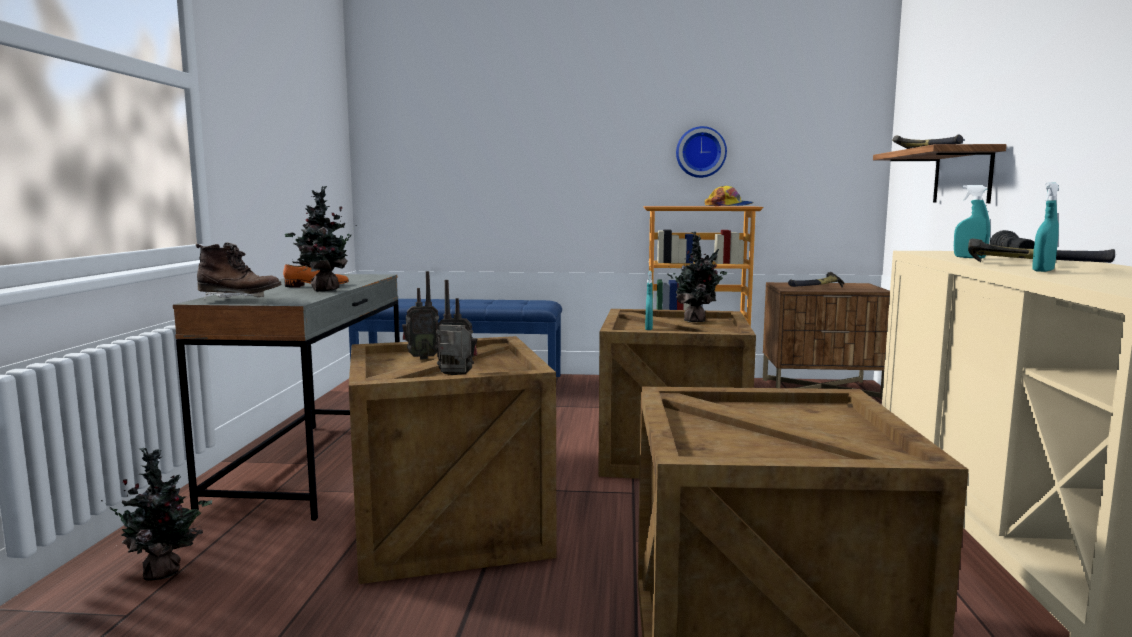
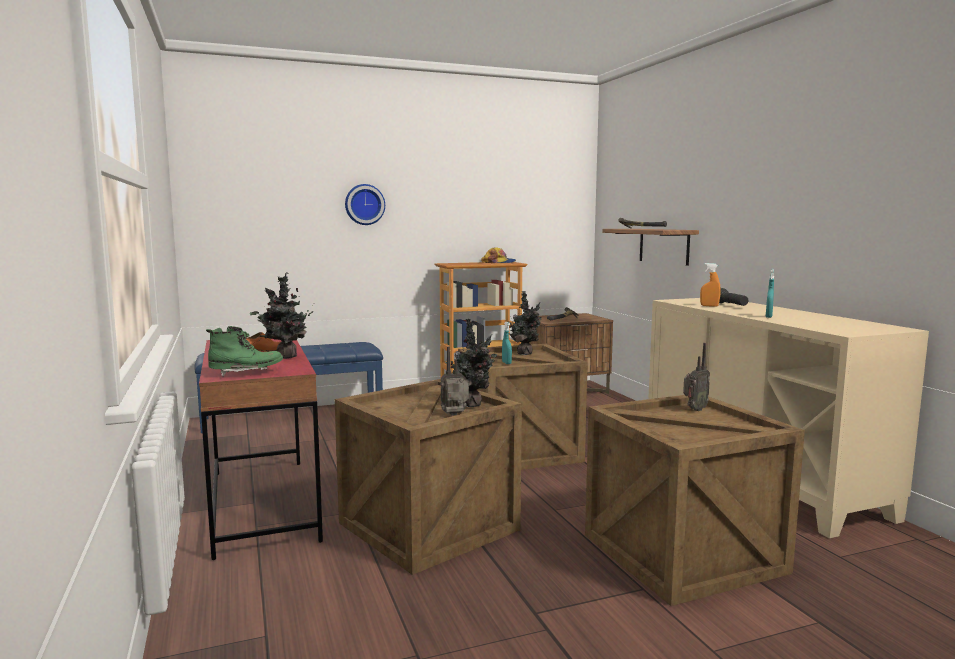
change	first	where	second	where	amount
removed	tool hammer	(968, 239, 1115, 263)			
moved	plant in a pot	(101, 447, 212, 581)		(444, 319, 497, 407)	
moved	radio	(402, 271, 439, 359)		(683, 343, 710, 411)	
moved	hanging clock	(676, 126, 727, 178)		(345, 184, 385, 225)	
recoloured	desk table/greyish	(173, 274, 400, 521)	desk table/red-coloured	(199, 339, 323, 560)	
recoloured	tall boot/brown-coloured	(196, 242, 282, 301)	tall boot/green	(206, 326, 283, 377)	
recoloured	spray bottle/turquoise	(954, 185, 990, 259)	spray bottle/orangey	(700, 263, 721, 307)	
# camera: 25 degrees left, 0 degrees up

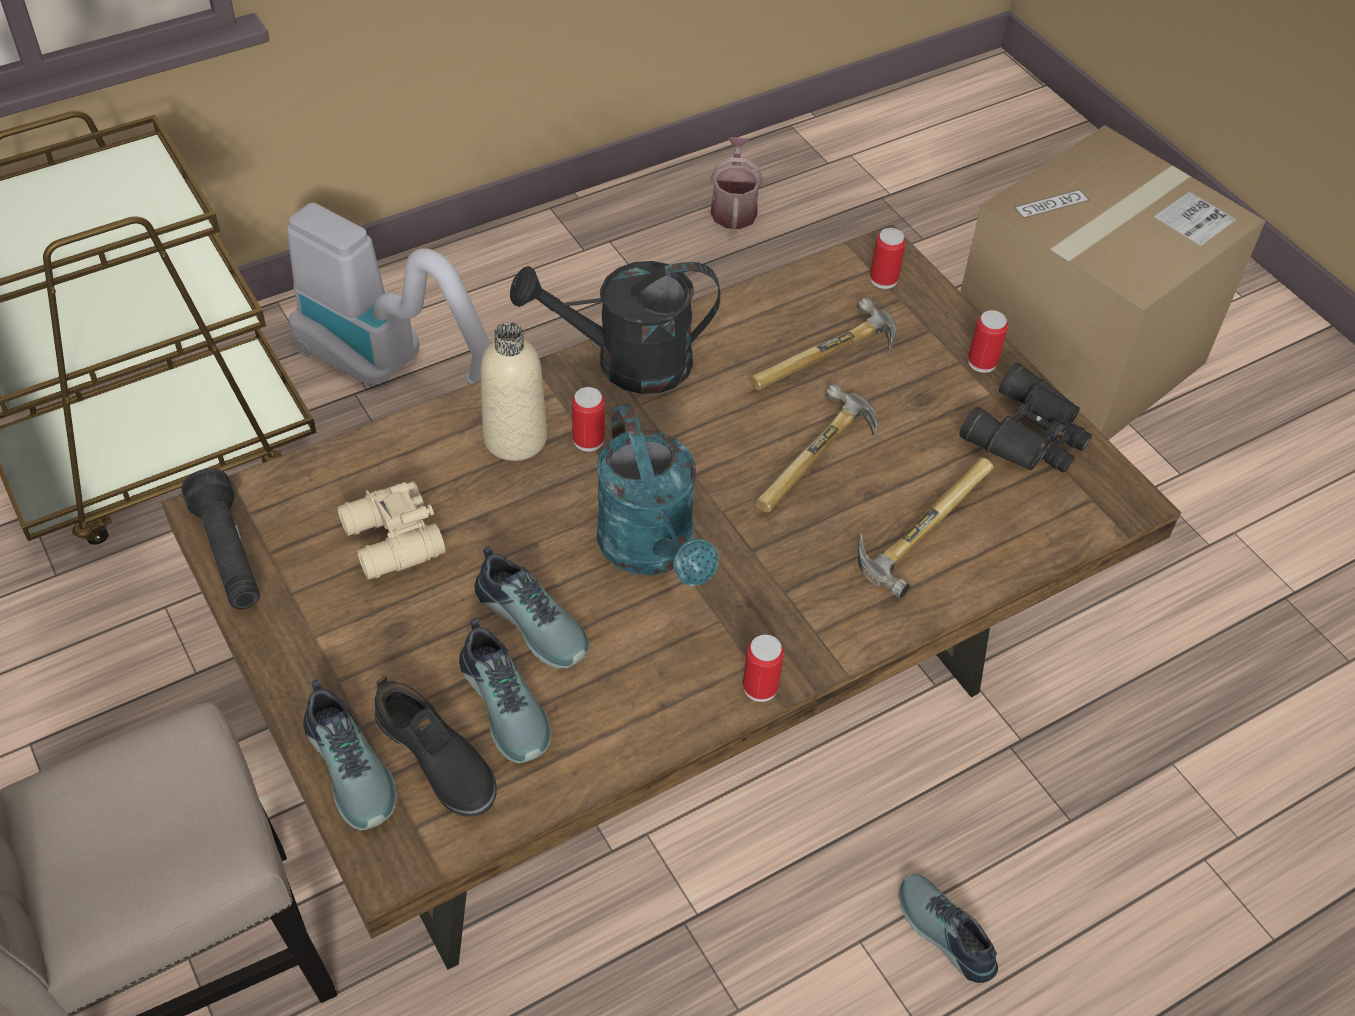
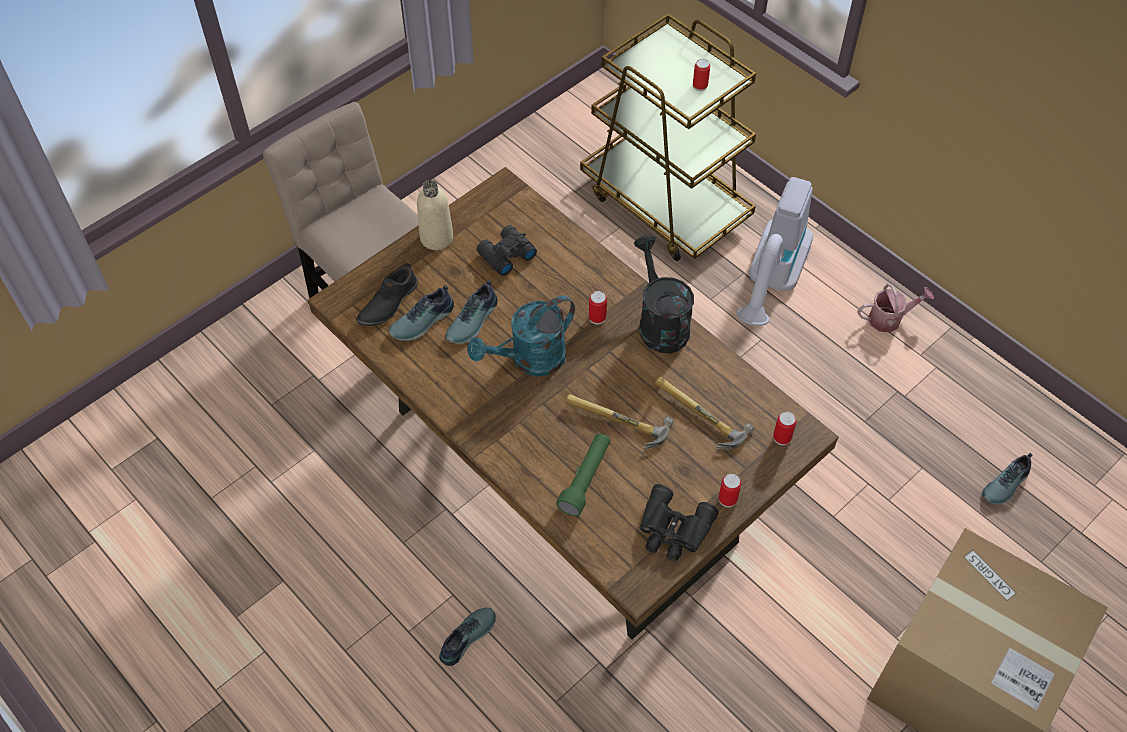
change	first	where	second	where	amount
removed	flashlight/blackish	(182, 468, 260, 609)			
moved	item of footwear	(304, 680, 397, 831)		(982, 453, 1033, 505)	
moved	beverage bottle/beige	(480, 322, 547, 461)		(417, 180, 453, 250)	
moved	sprinkling can	(710, 137, 763, 229)		(857, 283, 934, 333)	
moved	can	(743, 635, 784, 702)		(693, 59, 710, 91)	
replaced	tool hammer	(858, 457, 994, 598)	flashlight/green	(556, 434, 610, 516)	
recoloured	binoculars/beige	(337, 481, 445, 580)	binoculars/blackish	(477, 225, 537, 276)	
# camera: 80 degrees right, 5 degrees up

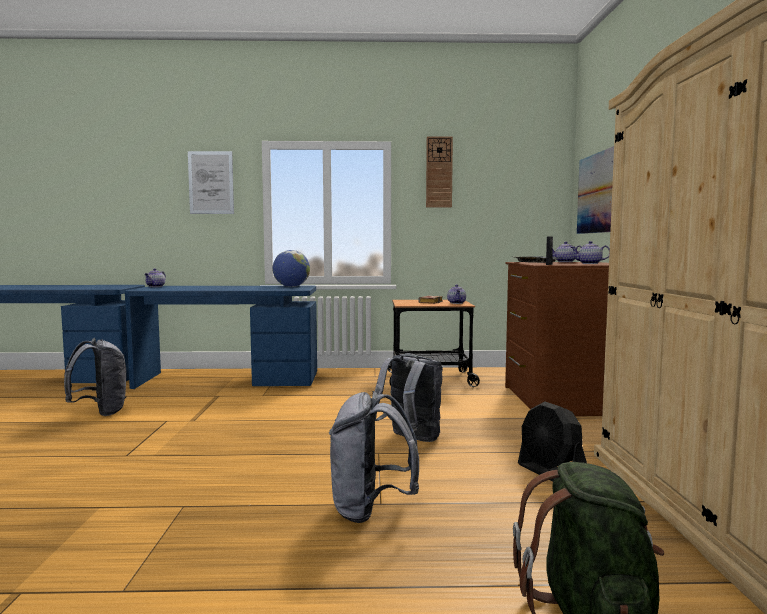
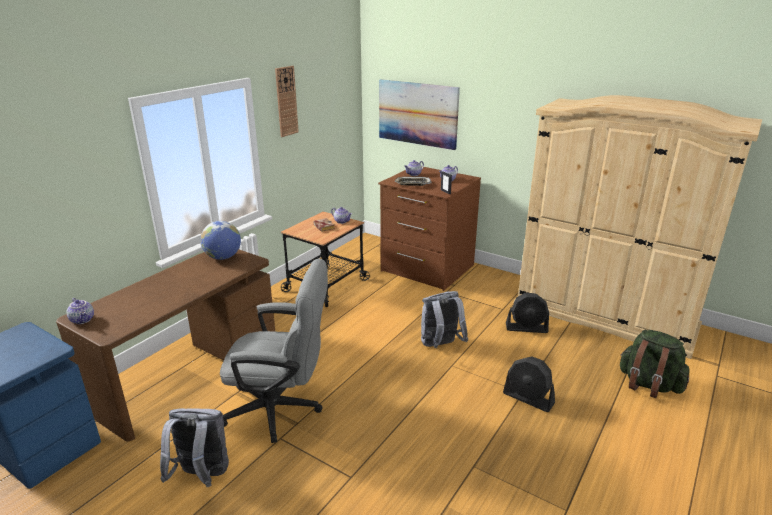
change	first	where	second	where	amount
removed	wall picture	(188, 151, 234, 214)			
added			desk chair/greyish	(220, 259, 328, 443)	
replaced	backpack/greyish	(329, 391, 419, 523)	cooling fan/blackish	(503, 356, 555, 412)	
recoloured	desk table/bluish	(125, 286, 317, 389)	desk table/brown-coloured	(56, 249, 276, 441)	
# camera: 55 degrees left, 20 degrees up

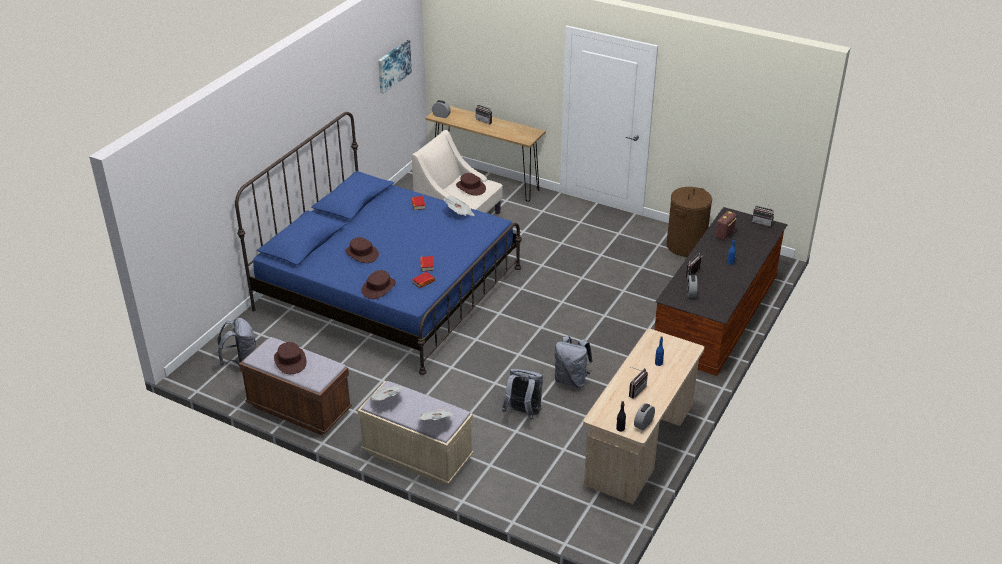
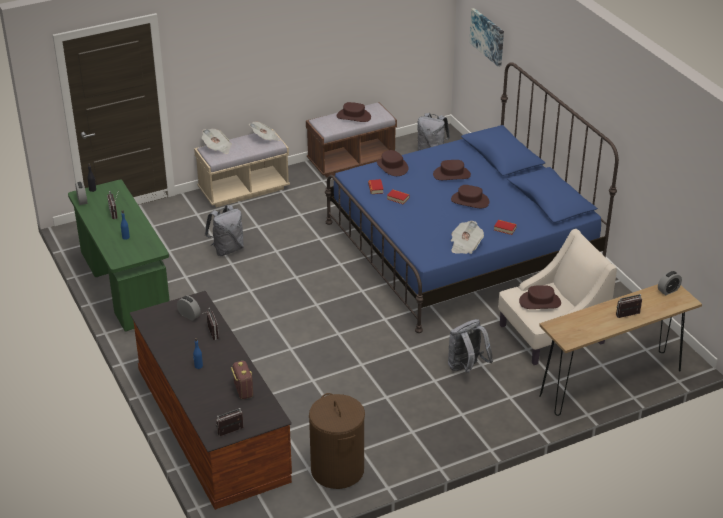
change	first	where	second	where	amount
added			wearable hat/brown-coloured	(451, 185, 489, 208)	
moved	wall picture	(378, 40, 412, 94)		(469, 8, 504, 67)	
moved	backpack/greyish	(555, 336, 593, 388)		(448, 319, 493, 374)	
recoloured	desk table/beige	(583, 329, 704, 504)	desk table/green	(68, 180, 170, 332)	
# camera: 125 degrees right, 0 degrees up

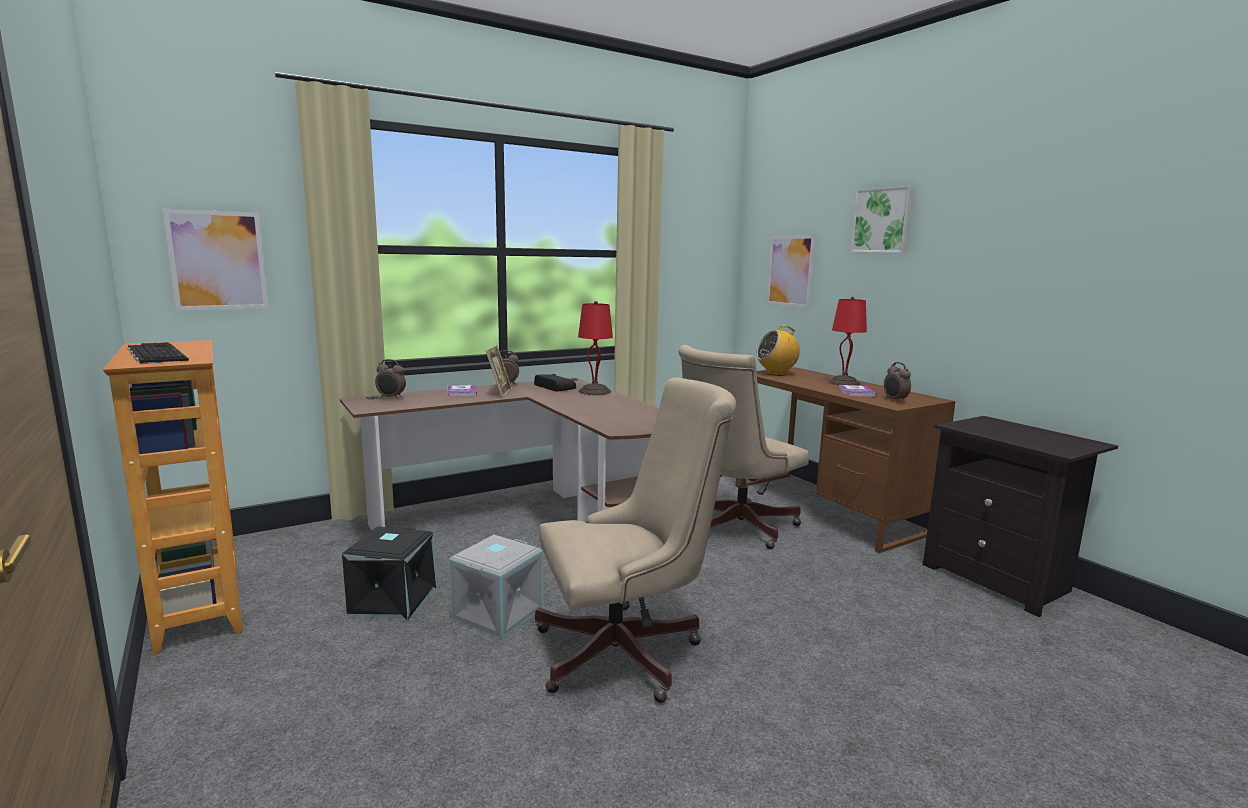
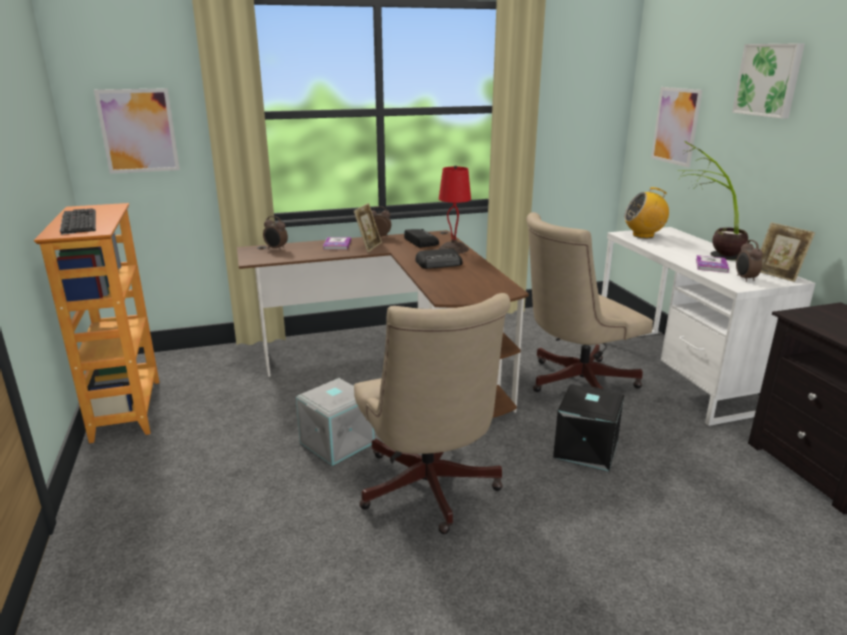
change	first	where	second	where	amount
added			radio	(415, 248, 463, 269)	
added			standing frame	(760, 222, 815, 282)	
moved	storage bin/blackish	(342, 526, 436, 621)		(553, 384, 624, 471)	
replaced	table lamp/red-coloured	(828, 297, 867, 385)	plant in a pot	(678, 141, 748, 260)	
recoloured	desk table/brown-coloured	(735, 367, 956, 553)	desk table/white	(602, 227, 816, 426)	
turned	desk chair/beige	(535, 377, 736, 703)		(354, 293, 510, 534)	75 degrees clockwise
# camera: 15 degrees right, 10 degrees up

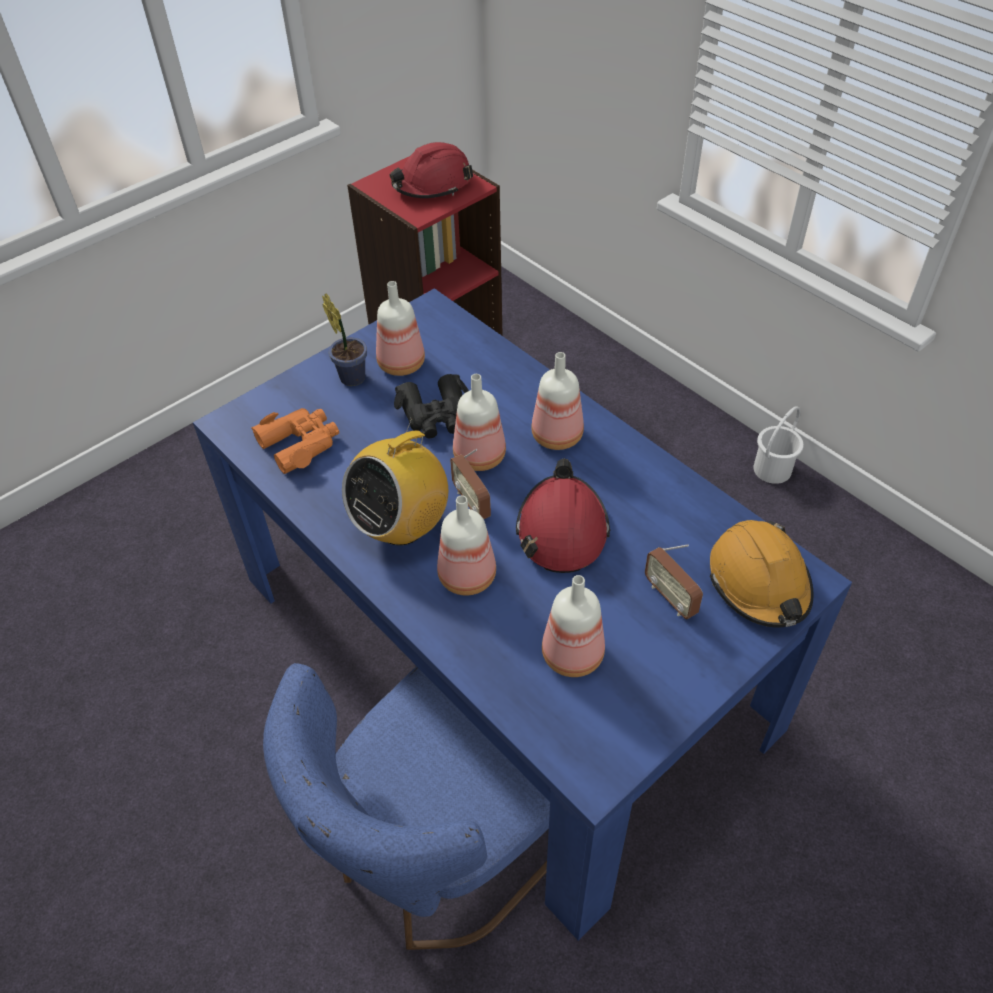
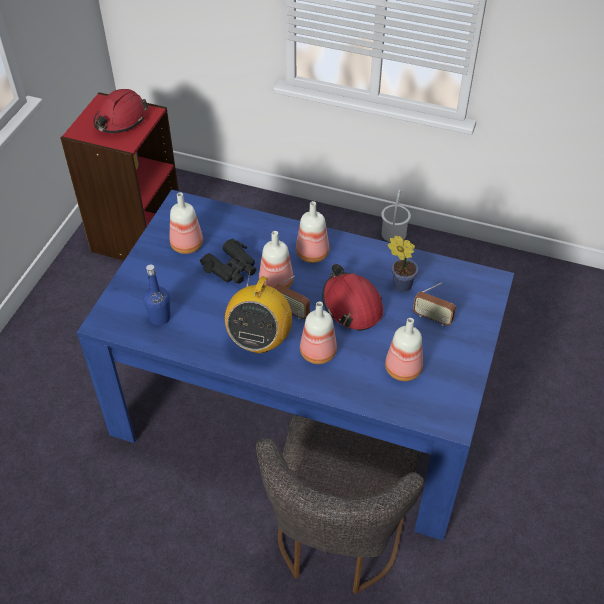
change	first	where	second	where	amount
removed	safety helmet/orangey	(710, 520, 814, 628)			
moved	plant in a pot	(322, 293, 367, 386)		(388, 235, 418, 292)	
replaced	binoculars/orangey	(251, 408, 339, 474)	beverage bottle/bluish	(143, 264, 171, 325)	
recoloured	plain chair/bluish	(263, 663, 550, 950)	plain chair/greyish	(256, 415, 424, 594)	
# camera: 30 degrees left, 0 degrees up

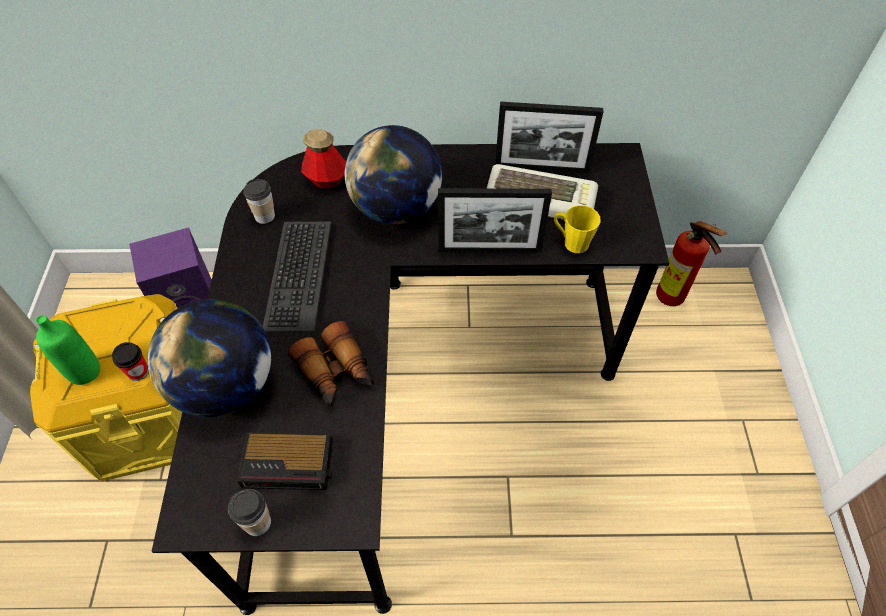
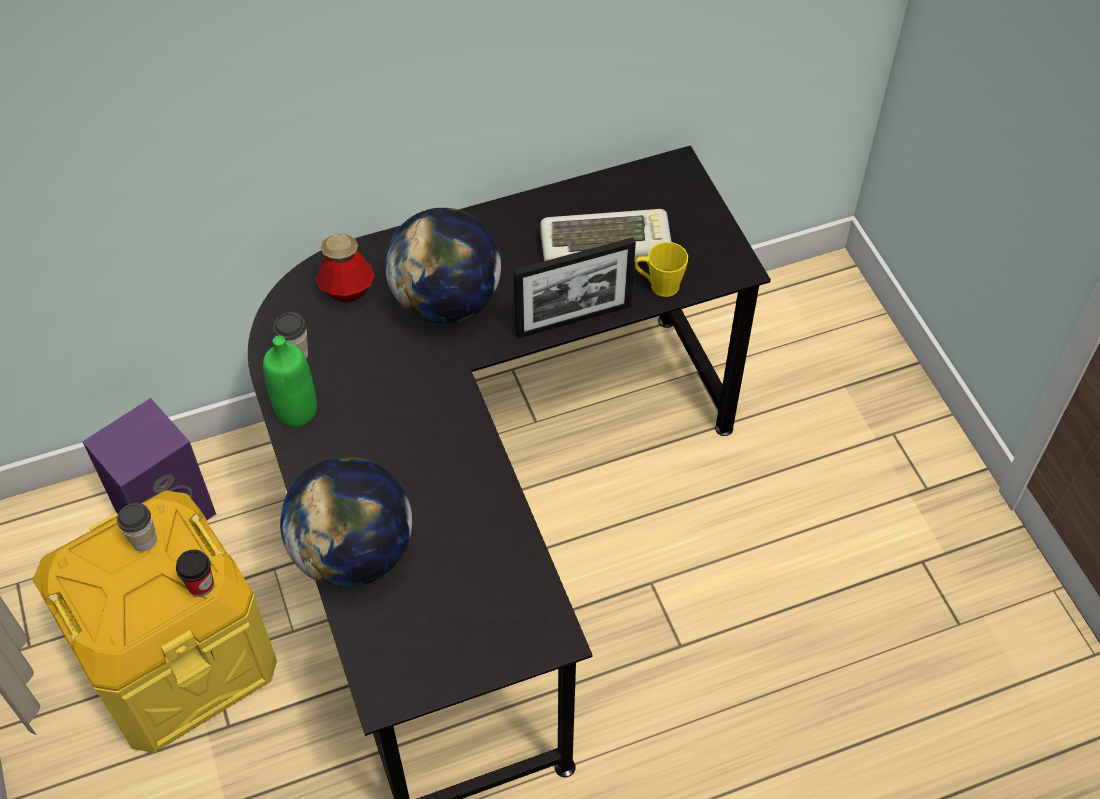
change	first	where	second	where	amount
removed	alarm clock	(237, 432, 333, 490)			
removed	computer keyboard	(263, 222, 331, 333)			
removed	binoculars	(288, 321, 374, 407)			
removed	standing frame	(495, 102, 603, 173)			
removed	fire extinguisher	(656, 221, 726, 306)			
moved	beverage bottle/green	(36, 315, 100, 385)		(263, 335, 317, 427)	
moved	small cup	(228, 489, 271, 536)		(117, 503, 157, 552)	
# camera: 20 degrees left, 0 degrees up

